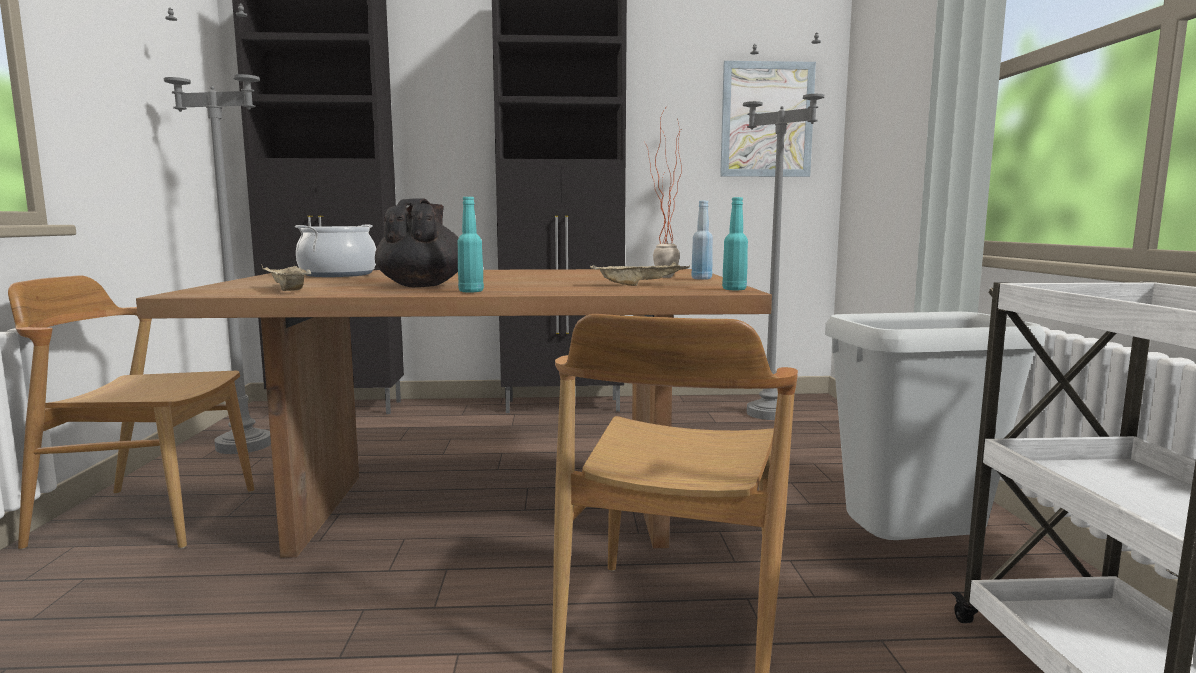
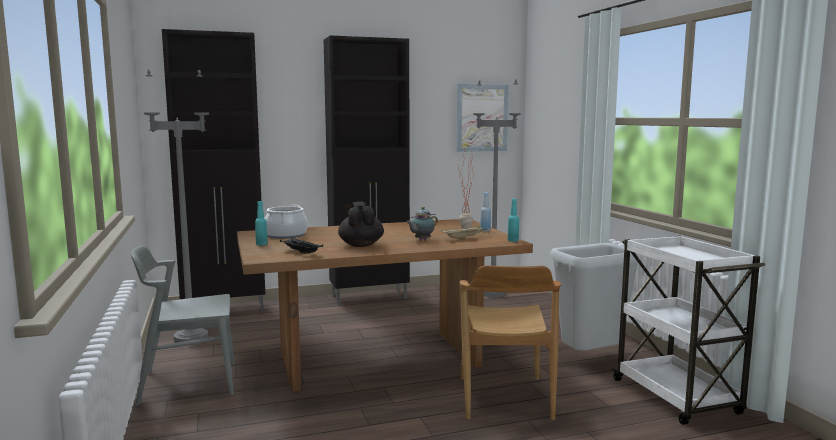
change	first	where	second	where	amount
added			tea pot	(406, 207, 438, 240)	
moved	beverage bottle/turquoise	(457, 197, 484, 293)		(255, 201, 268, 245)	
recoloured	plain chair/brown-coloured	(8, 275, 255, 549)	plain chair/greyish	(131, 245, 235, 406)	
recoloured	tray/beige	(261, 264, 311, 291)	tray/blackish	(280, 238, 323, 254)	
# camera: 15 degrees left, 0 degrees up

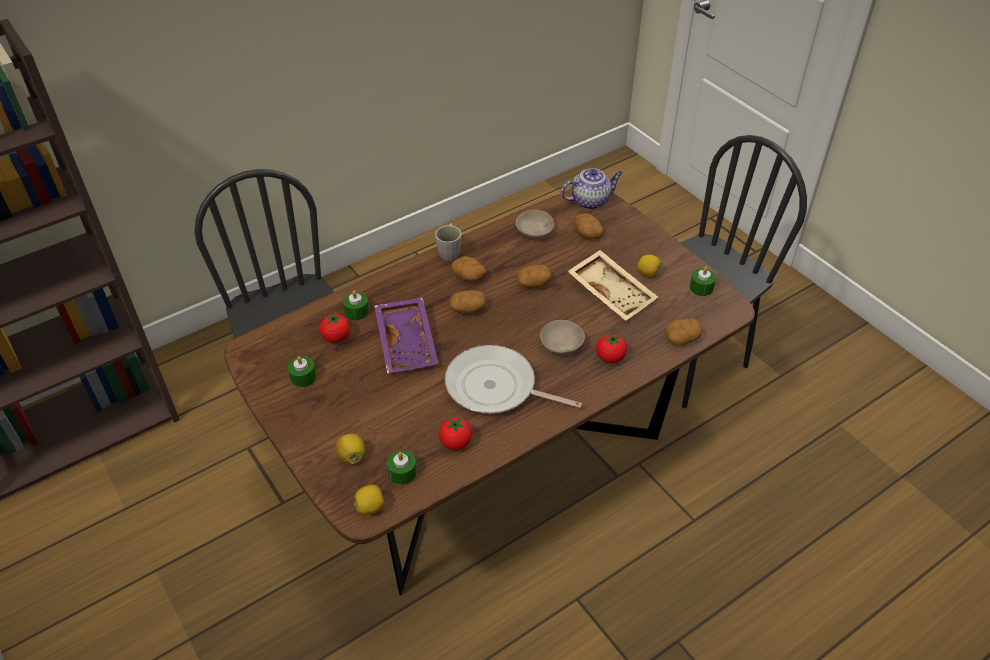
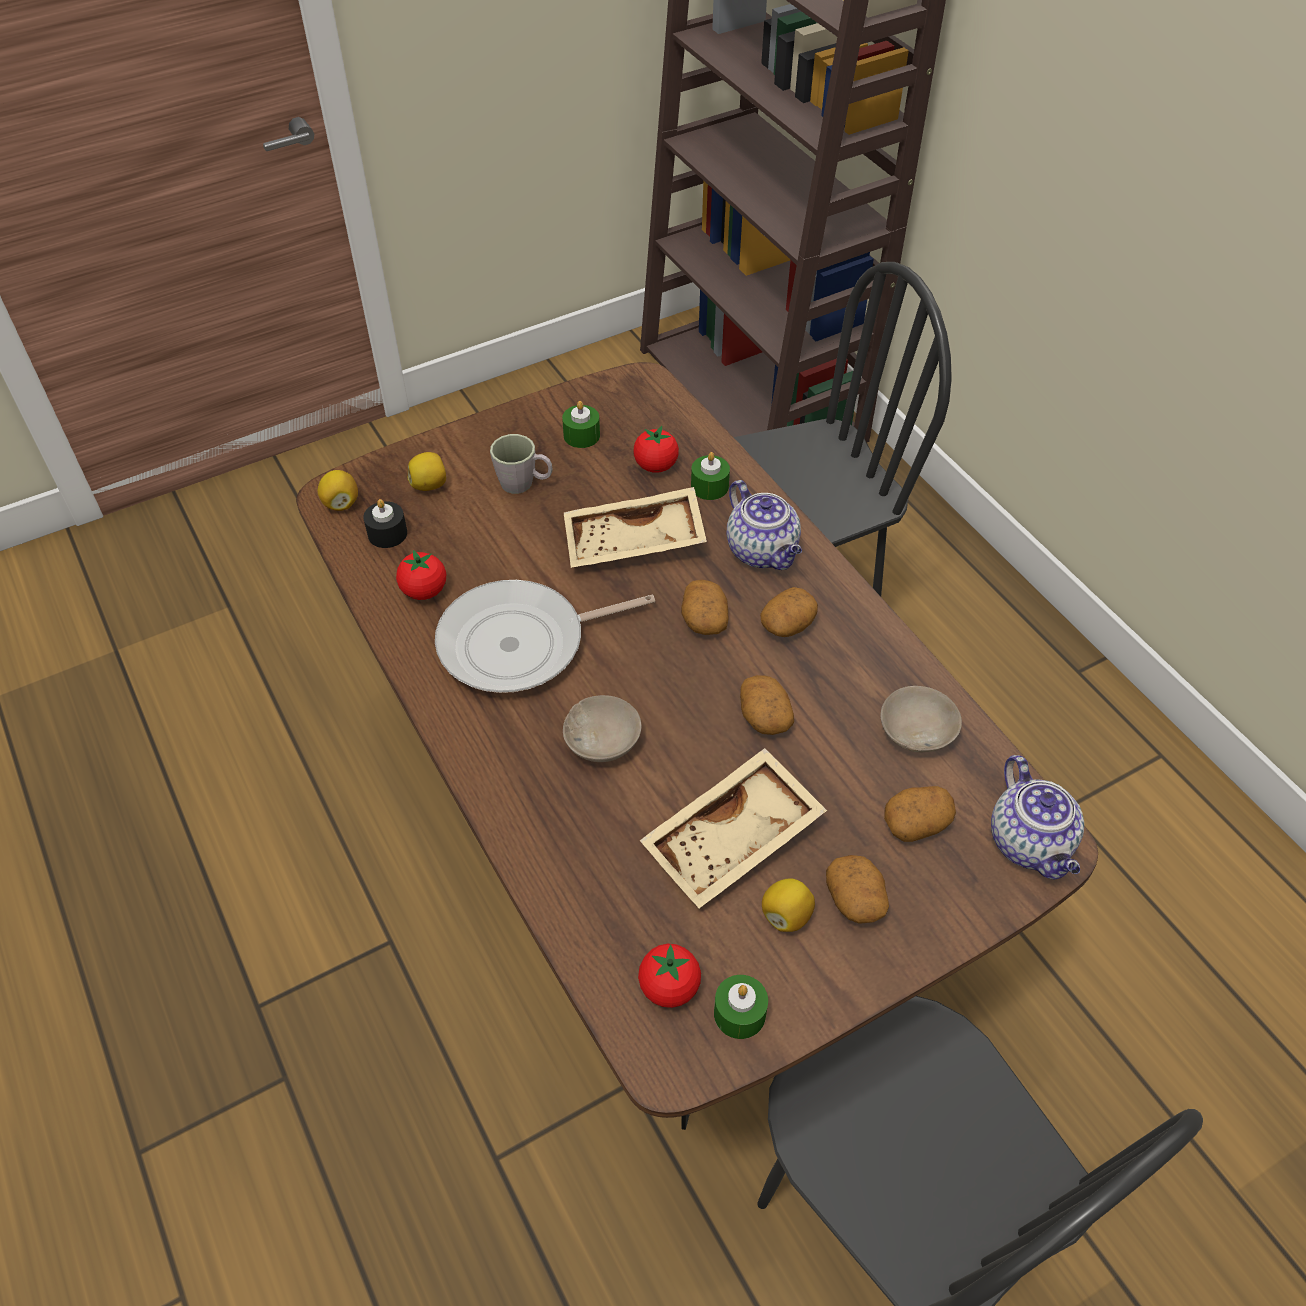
change	first	where	second	where	amount
added			tea pot	(727, 480, 802, 570)	
moved	mug/greyish	(435, 223, 462, 261)		(490, 434, 553, 494)	
moved	fresh tomato	(596, 333, 627, 363)		(638, 944, 701, 1008)	
moved	potato	(665, 318, 703, 346)		(826, 855, 889, 924)	
recoloured	tray/purplish	(374, 297, 438, 374)	tray/beige	(564, 487, 707, 568)	
recoloured	wax candle/green	(387, 450, 417, 485)	wax candle/blackish	(363, 499, 407, 548)	
turned	skillet	(445, 345, 582, 413)		(435, 580, 655, 693)	135 degrees counterclockwise
# camera: 95 degrees right, 5 degrees up

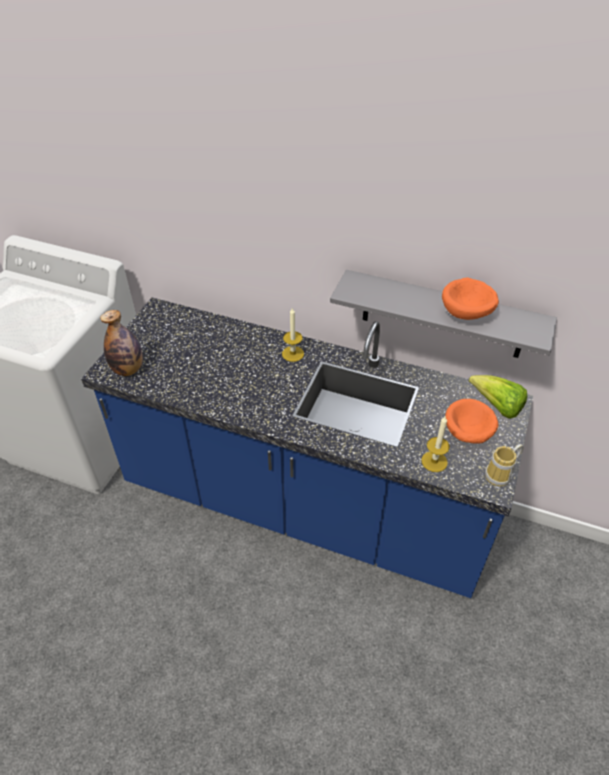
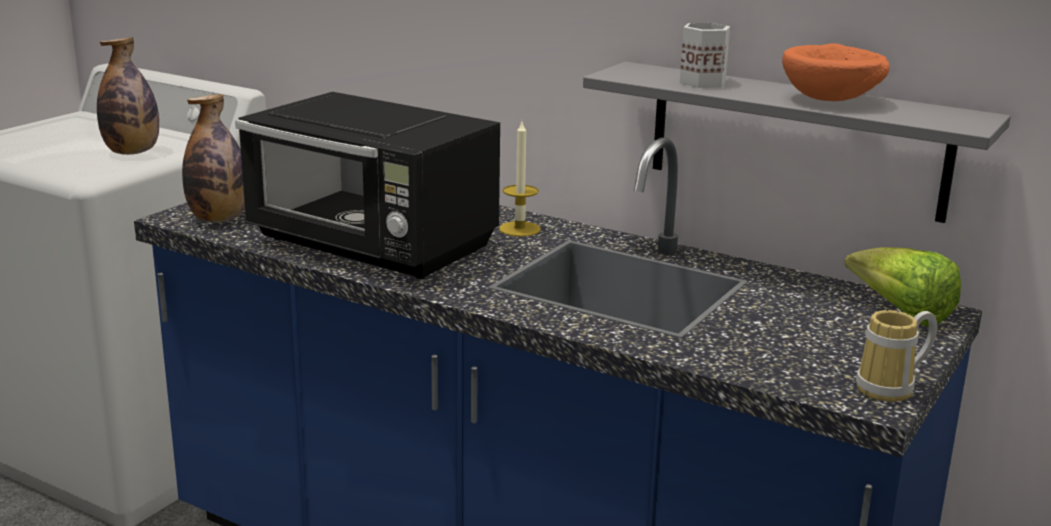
change	first	where	second	where	amount
removed	wax candle	(421, 416, 450, 472)			
removed	bowl/orangey	(445, 399, 498, 444)			
added			beverage bottle	(97, 37, 159, 155)	
added			kitchen microwave/blackish	(235, 92, 500, 279)	
added			mug/white	(680, 23, 730, 88)	
# camera: 10 degrees right, 25 degrees down

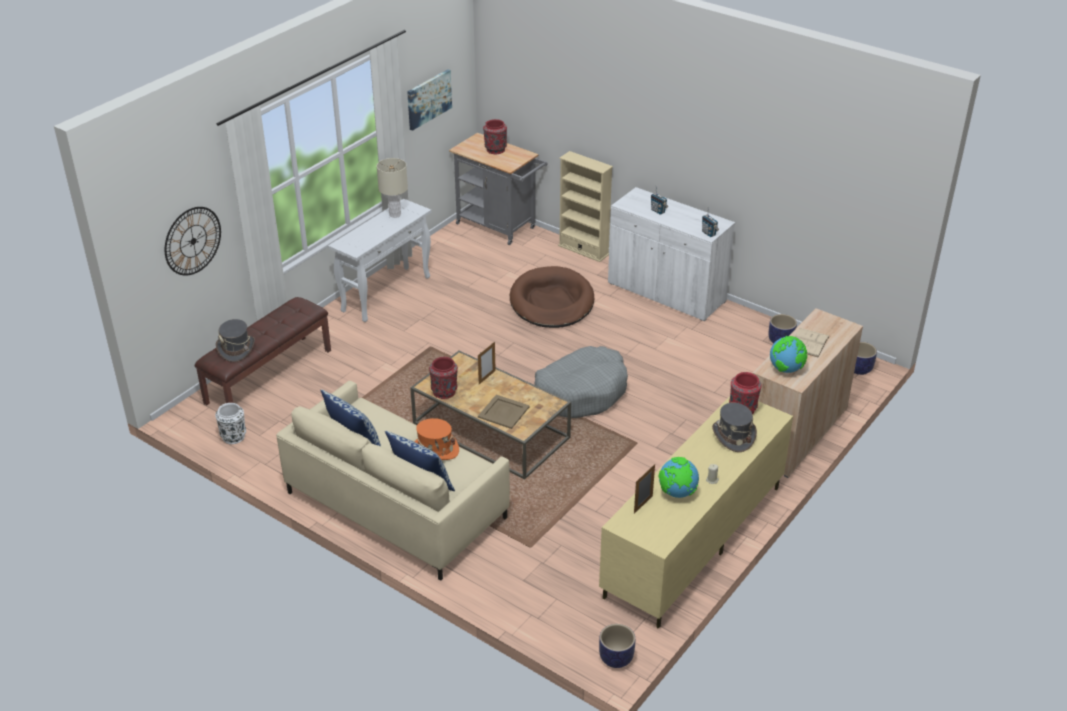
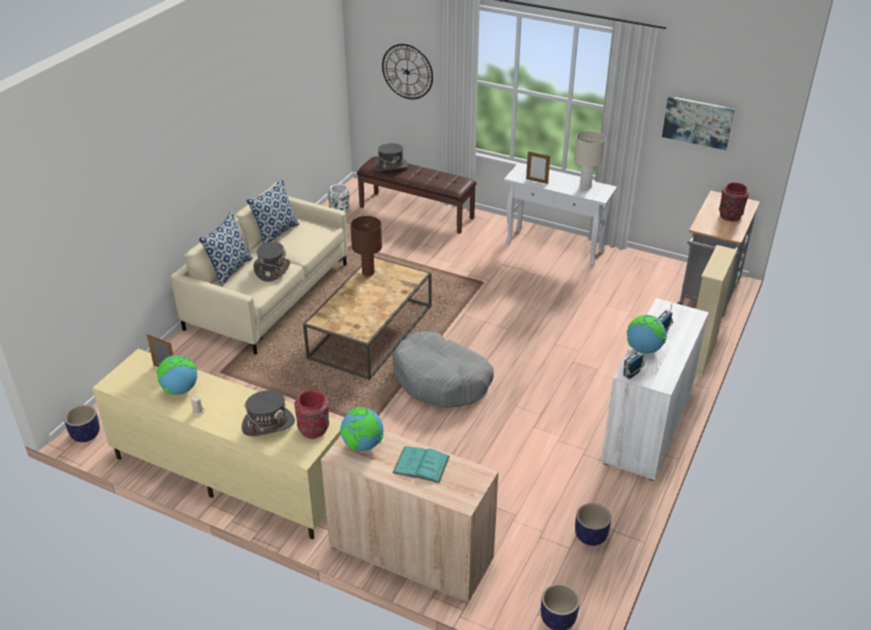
change	first	where	second	where	amount
removed	tray/beige	(478, 395, 530, 429)			
removed	dog bed/brown-coloured	(510, 266, 594, 328)			
added			globe	(627, 315, 667, 354)	
moved	standing frame	(478, 342, 496, 384)		(526, 151, 550, 184)	
replaced	flower vase/red-coloured	(429, 357, 458, 399)	table lamp/brown-coloured	(350, 216, 382, 276)	
recoloured	wearable hat/orangey	(415, 418, 459, 460)	wearable hat/greyish	(254, 242, 290, 282)	
recoloured	bound book/beige	(795, 328, 829, 357)	bound book/turquoise	(393, 446, 450, 483)	
# camera: 80 degrees right, 0 degrees up

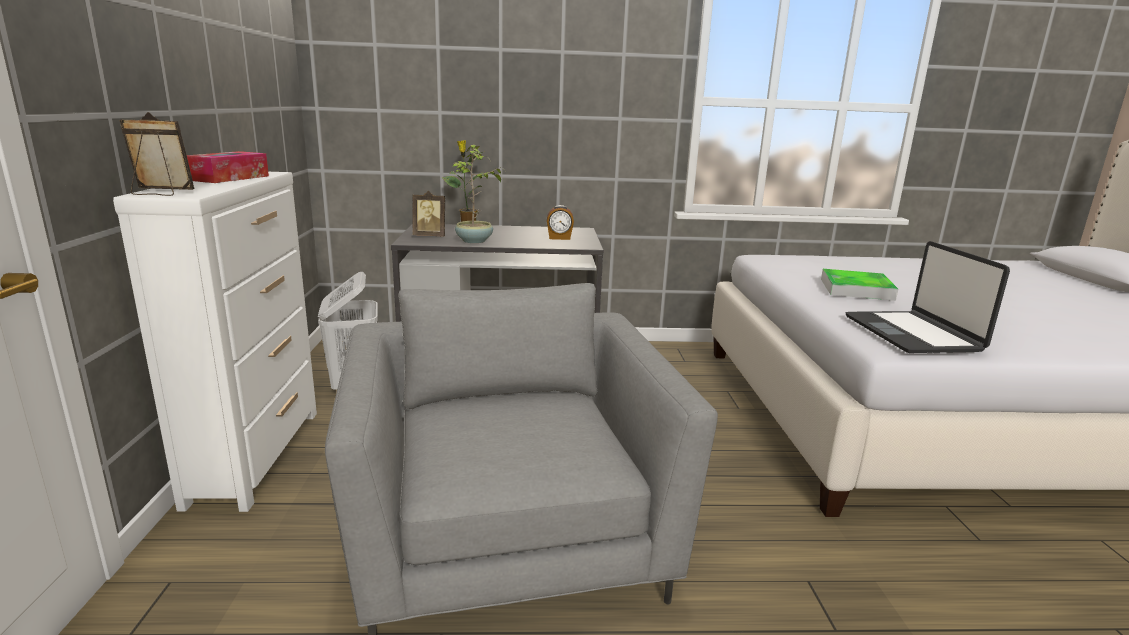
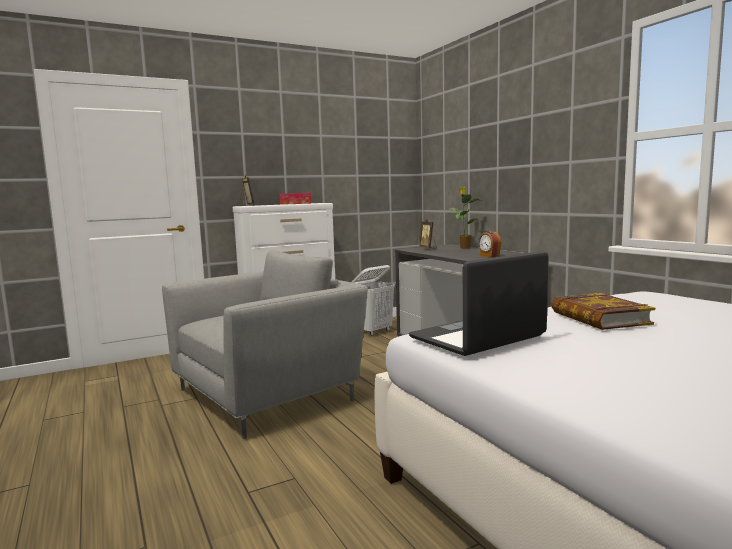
change	first	where	second	where	amount
removed	plant in a pot	(451, 144, 502, 243)			
replaced	tray	(821, 269, 898, 301)	bound book	(551, 293, 655, 330)	
# camera: 65 degrees right, 10 degrees down

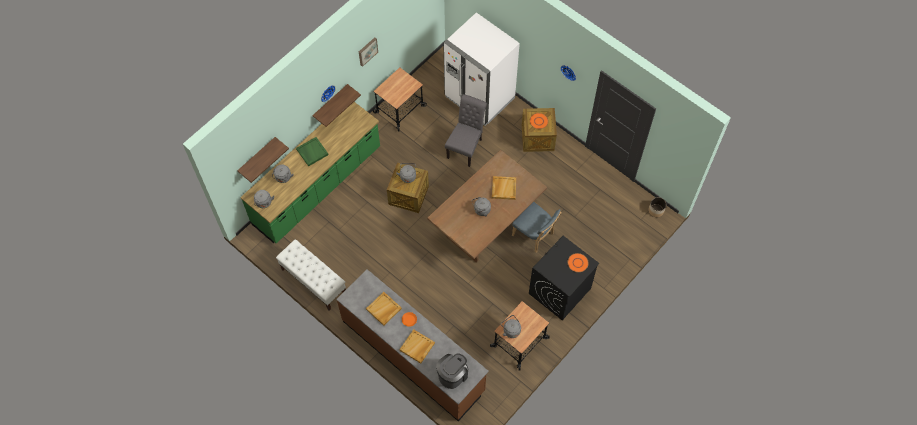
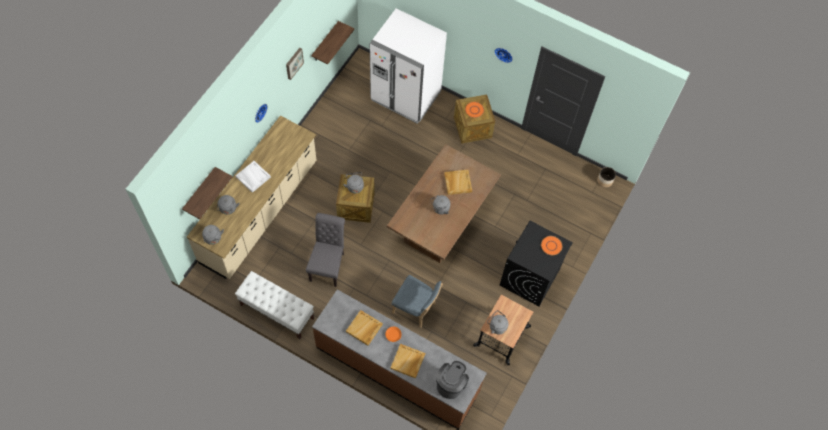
change	first	where	second	where	amount
removed	trolley	(373, 67, 427, 131)			
moved	shelf	(313, 84, 361, 127)		(311, 21, 354, 64)	
moved	plain chair/greyish	(445, 94, 487, 167)		(306, 213, 345, 287)	
moved	plain chair/bluish	(512, 202, 562, 253)		(392, 275, 443, 328)	
recoloured	kitchen base unit/green	(240, 102, 380, 243)	kitchen base unit/beige	(187, 116, 316, 279)	
recoloured	tray/green	(296, 137, 328, 167)	tray/white	(236, 161, 271, 193)	
# camera: 15 degrees left, 0 degrees up

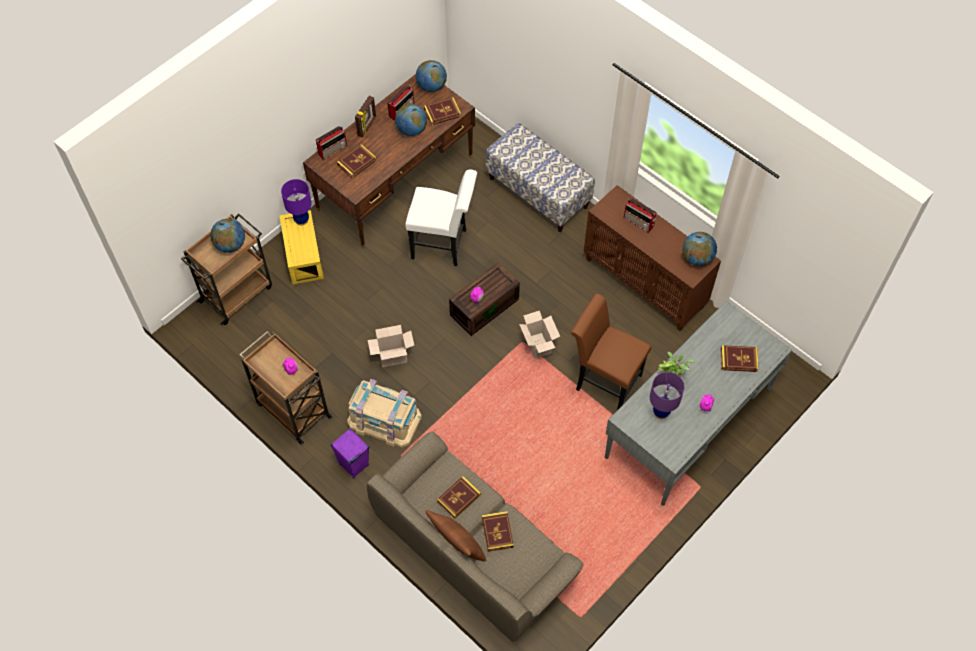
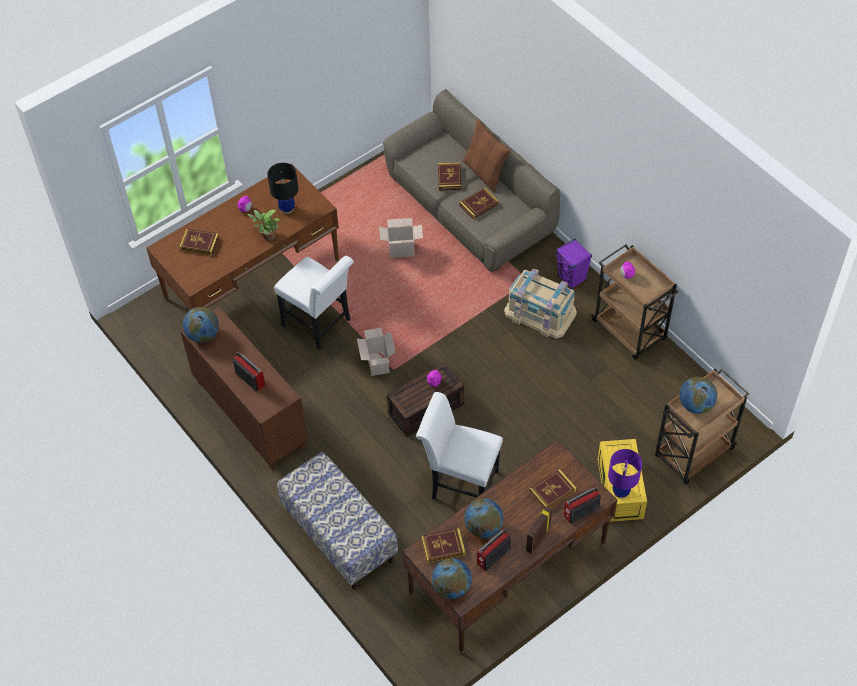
change	first	where	second	where	amount
moved	packing box	(368, 325, 414, 367)		(379, 218, 423, 258)	
recoloured	plain chair/brown-coloured	(571, 294, 651, 410)	plain chair/white	(274, 256, 354, 350)	
recoloured	desk table/greyish	(605, 301, 792, 506)	desk table/brown-coloured	(146, 164, 339, 310)	
recoloured	table lamp/purplish	(650, 372, 684, 419)	table lamp/blackish	(267, 163, 298, 214)	
# camera: 170 degrees left, 5 degrees down

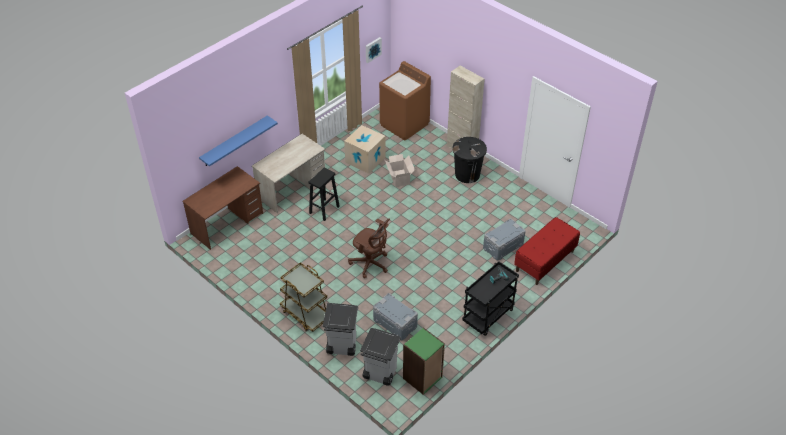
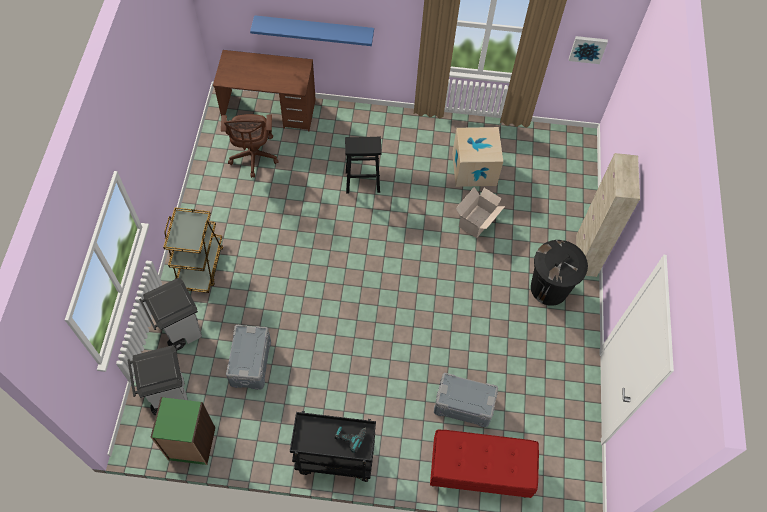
change	first	where	second	where	amount
removed	desk table/beige	(252, 134, 325, 213)			
removed	washing machine/brown-coloured	(379, 61, 431, 140)			
moved	desk chair/brown-coloured	(348, 218, 390, 278)		(221, 114, 279, 178)	
# camera: 50 degrees right, 15 degrees up

